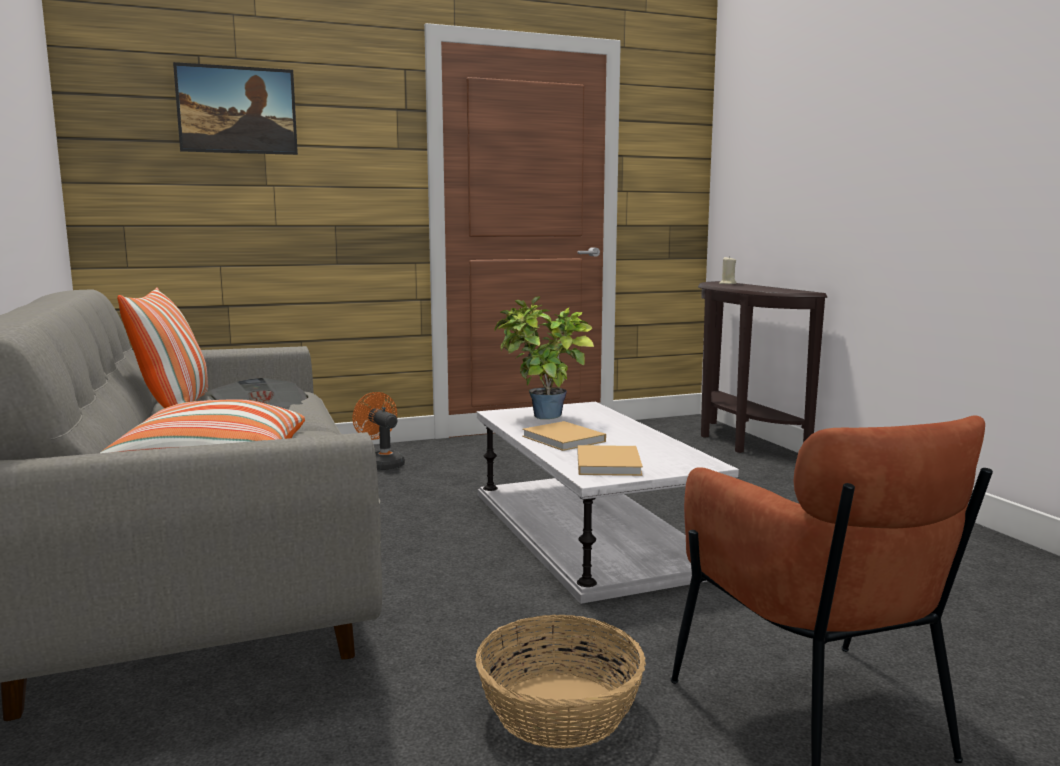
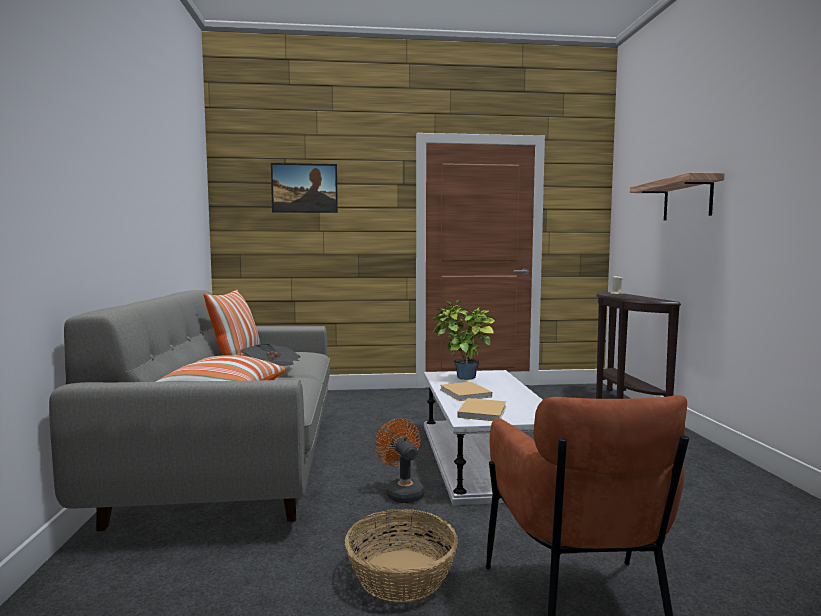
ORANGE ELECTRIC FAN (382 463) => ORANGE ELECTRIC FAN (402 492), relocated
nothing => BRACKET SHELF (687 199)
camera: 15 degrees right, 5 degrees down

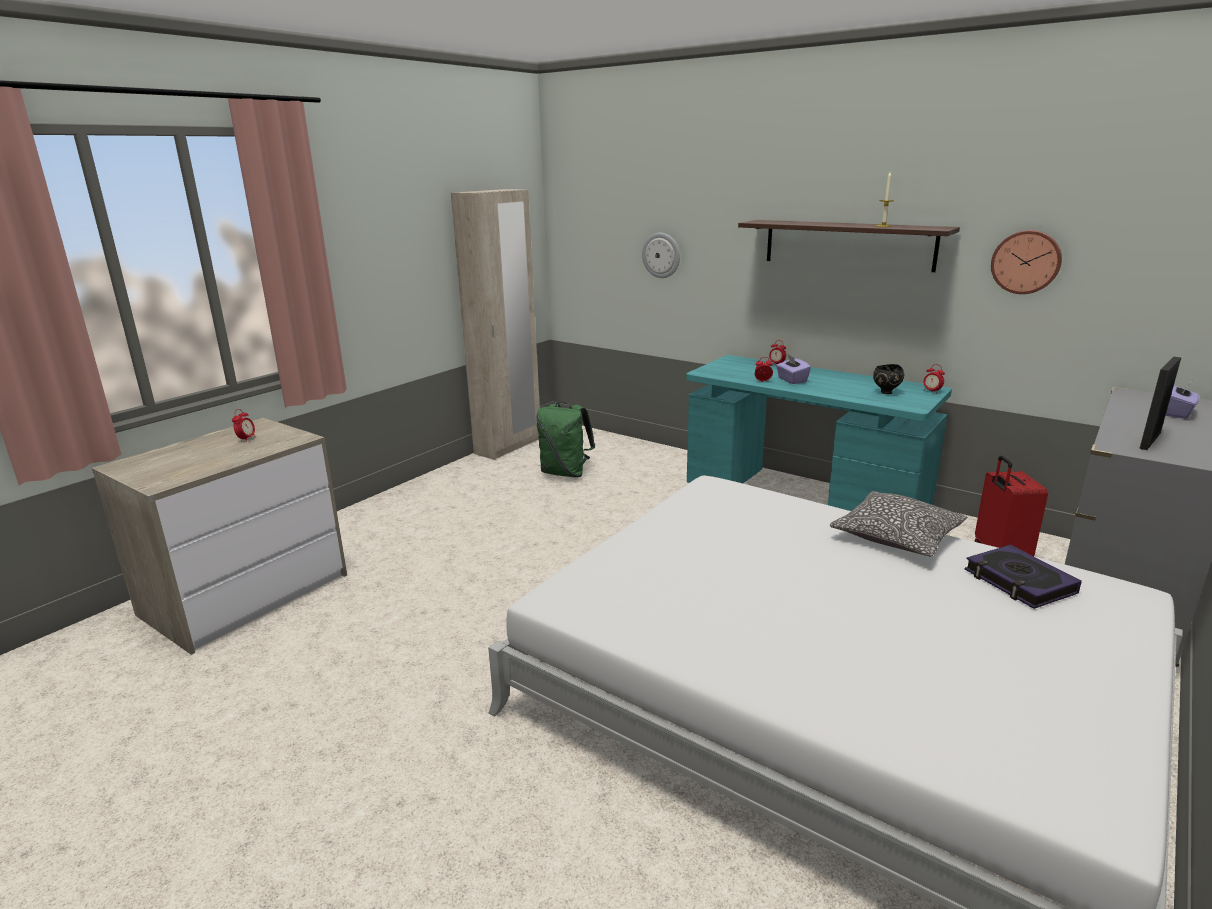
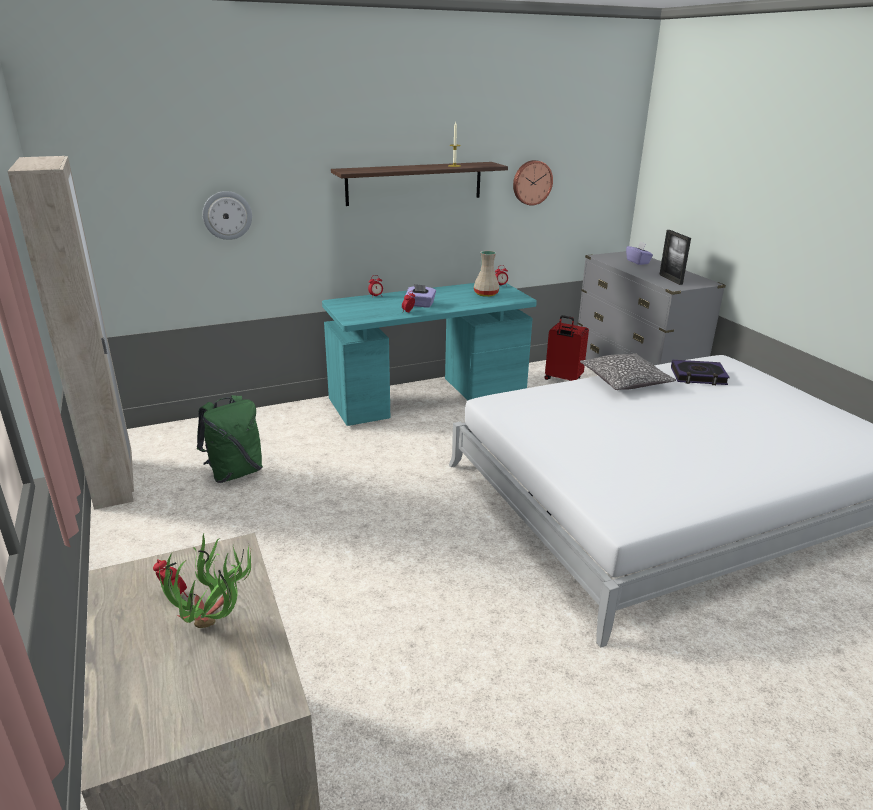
BLACKISH SERVING BOWL (886 392) => BEIGE-COLOURED FLOWER VASE (486 294)
nothing => PLANT IN A POT (215 629)
camera: 60 degrees left, 5 degrees up

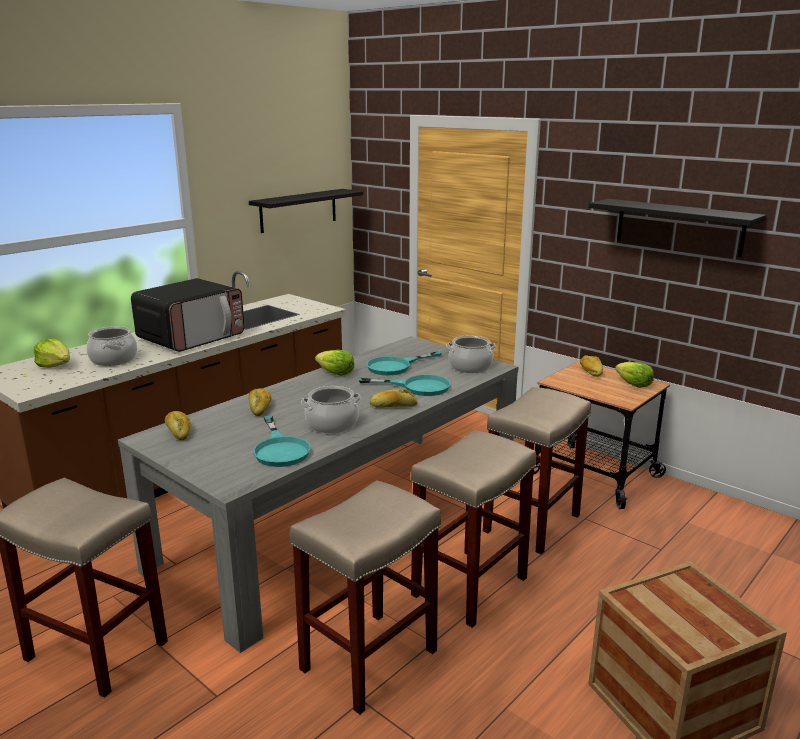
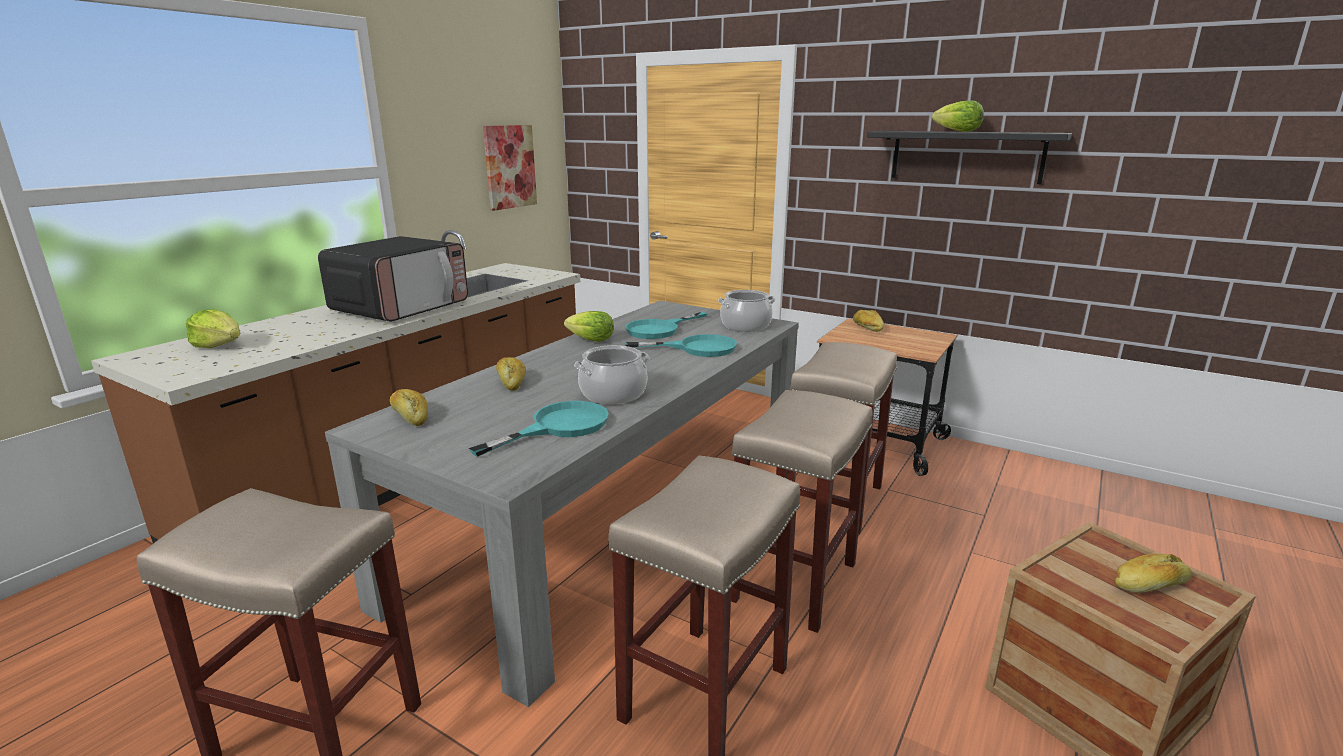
STOCKPOT (114 359) => nothing
BLACKISH BRACKET SHELF (298 210) => WALL ART (509 167)
TURQUOISE-COLOURED SKILLET (280 449) => TURQUOISE-COLOURED SKILLET (558 427), 105 degrees counterclockwise
BAKERY BREAD (393 406) => BAKERY BREAD (1150 585), relocated
HEAD OF LETTUCE (633 384) => HEAD OF LETTUCE (957 131), relocated
camera: 10 degrees left, 0 degrees up

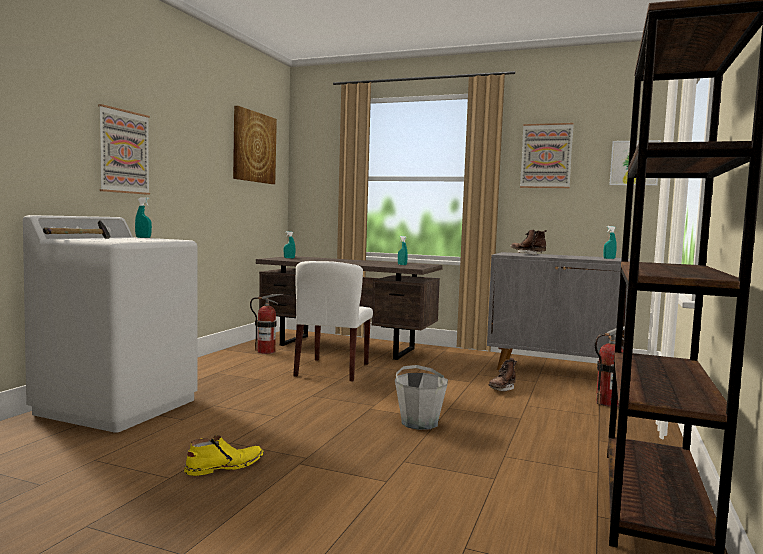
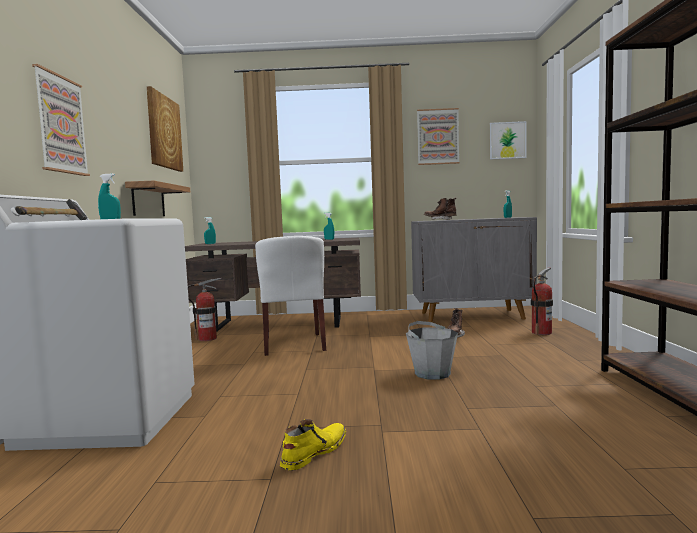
nothing => BRACKET SHELF (148 200)
camera: 20 degrees left, 0 degrees up

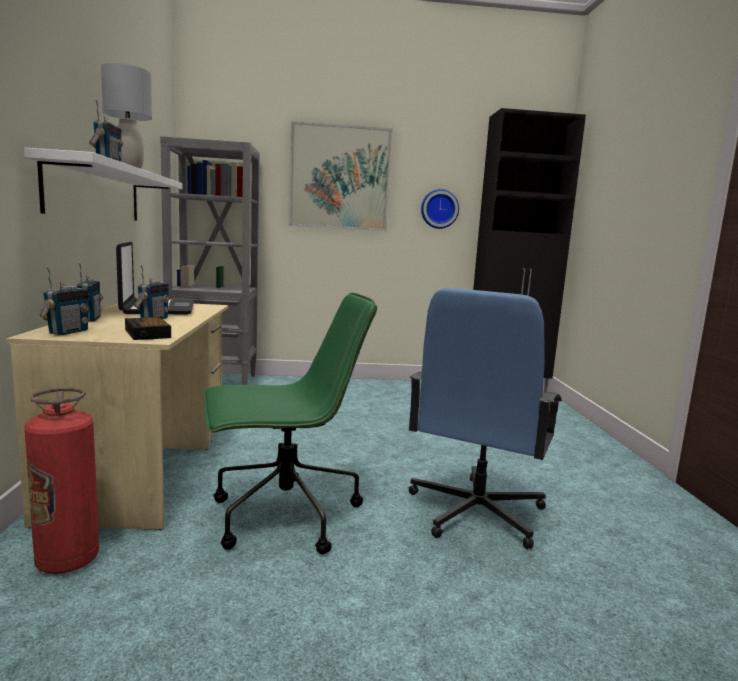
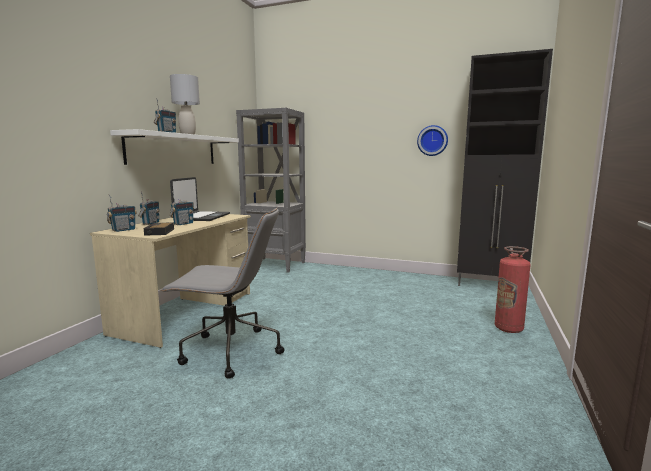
FIRE EXTINGUISHER (67 560) => FIRE EXTINGUISHER (508 328), relocated
GREENISH OFFICE CHAIR (283 516) => GREY OFFICE CHAIR (230 352)
WALL ART (339 178) => nothing
BLUE OFFICE CHAIR (475 512) => nothing
camera: 25 degrees right, 0 degrees up

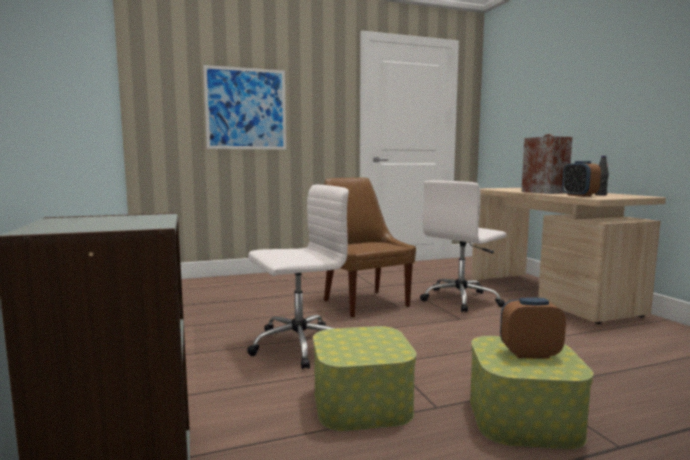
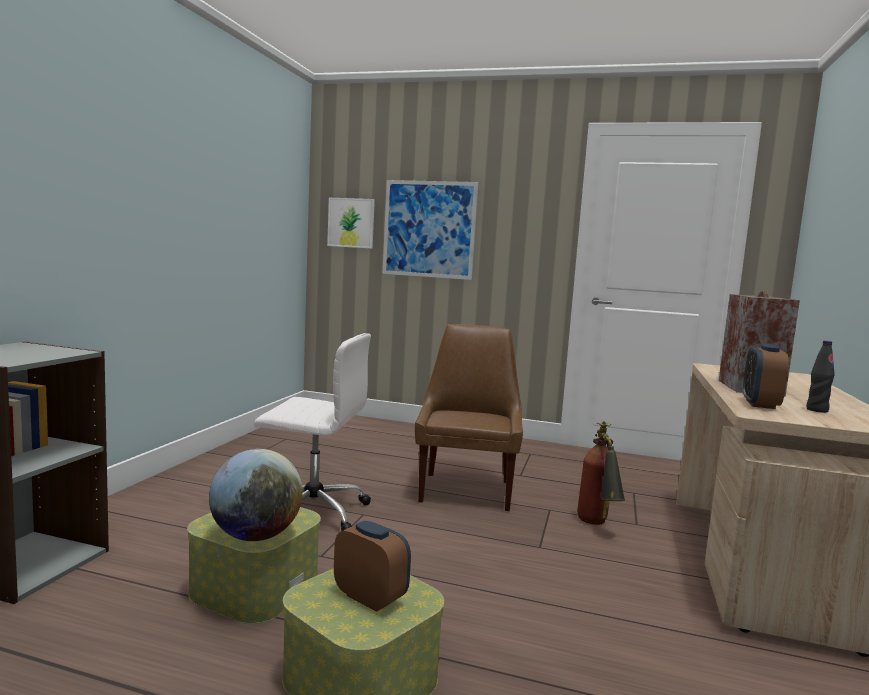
WHITE-COLOURED OFFICE CHAIR (461 299) => FIRE EXTINGUISHER (597 525)
nothing => DESK GLOBE (255 536)
nothing => WALL ART (351 223)
camera: 35 degrees right, 0 degrees up

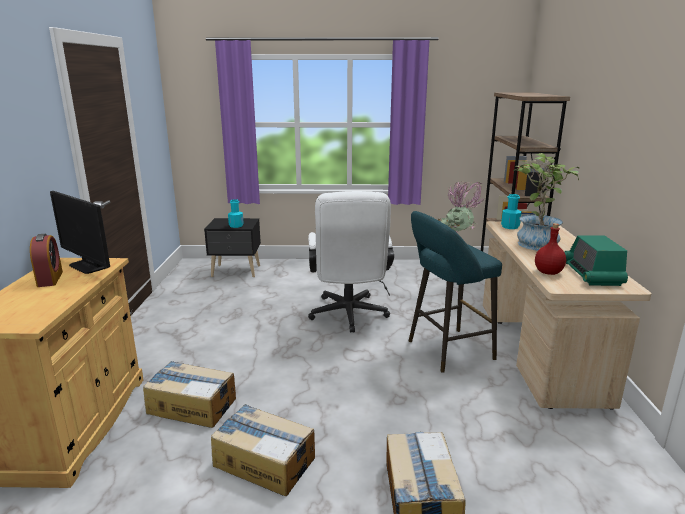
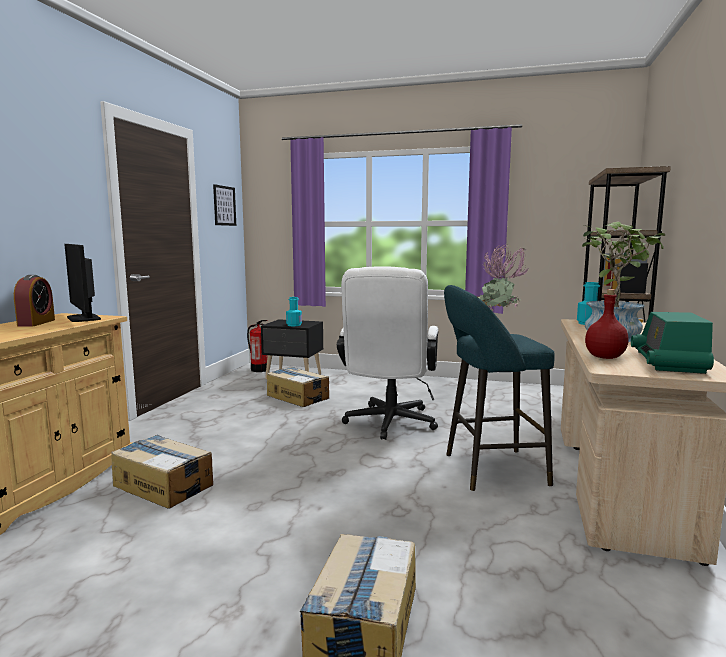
PACKING BOX (264 461) => PACKING BOX (298 396), relocated
nothing => WALL ART (224 205)
nothing => FIRE EXTINGUISHER (259 369)
camera: 15 degrees right, 10 degrees down

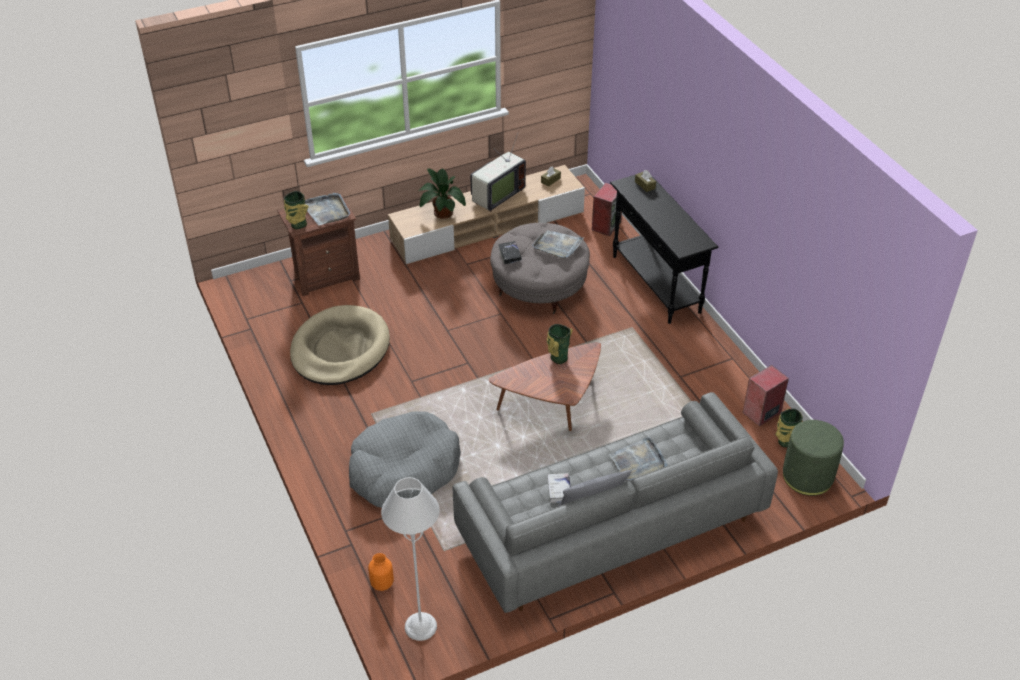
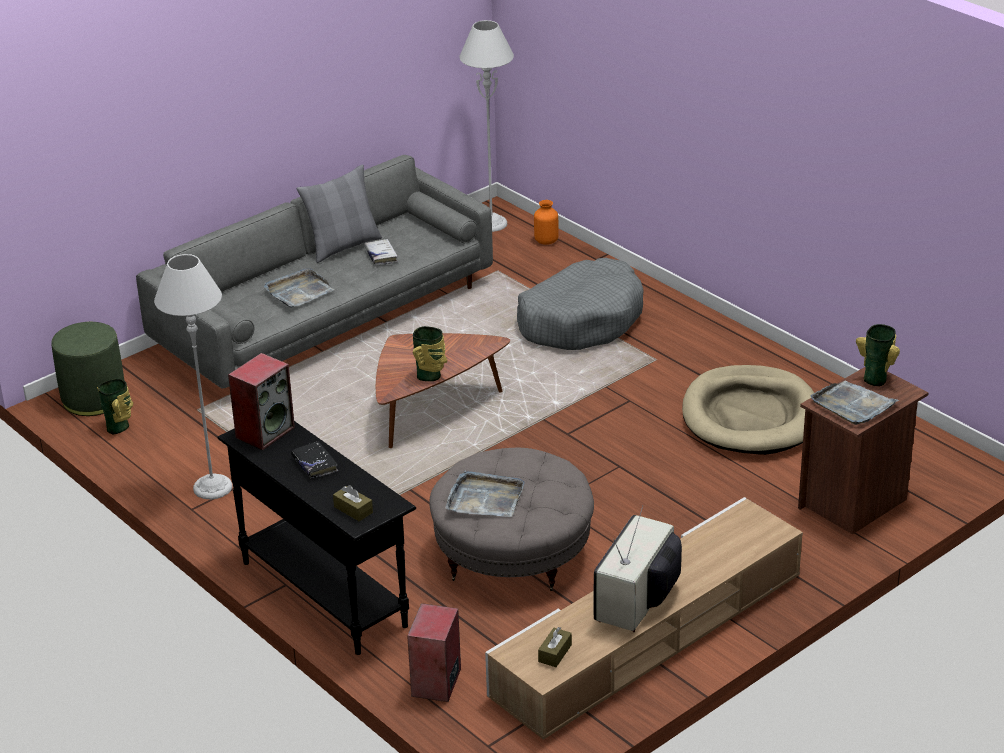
PLANT IN A POT (441 212) => nothing
BLACKISH BOUND BOOK (510 255) => BLACKISH BOUND BOOK (314 464), relocated
LOUDSPEAKER (761 413) => LOUDSPEAKER (265 432), relocated
nothing => GREY STANDARD LAMP (213 487)
camera: 165 degrees right, 10 degrees down

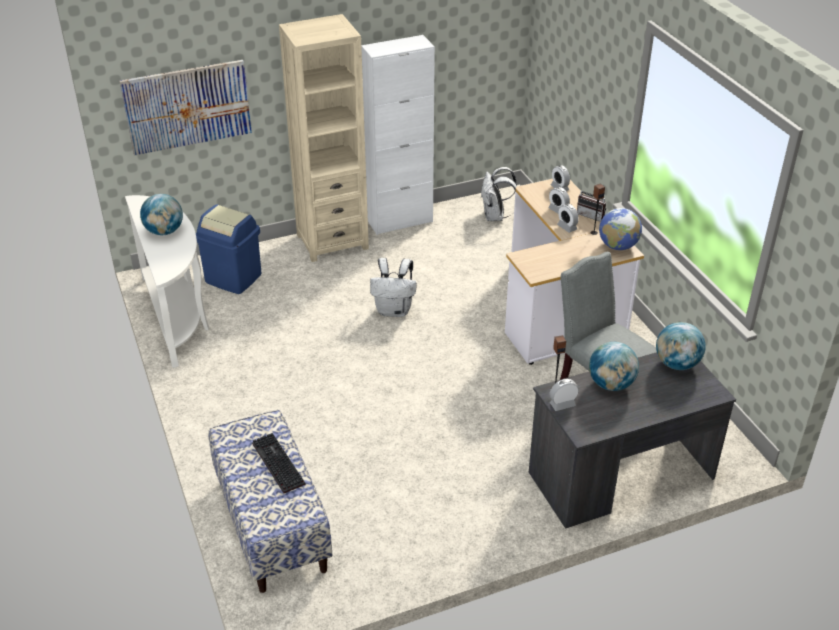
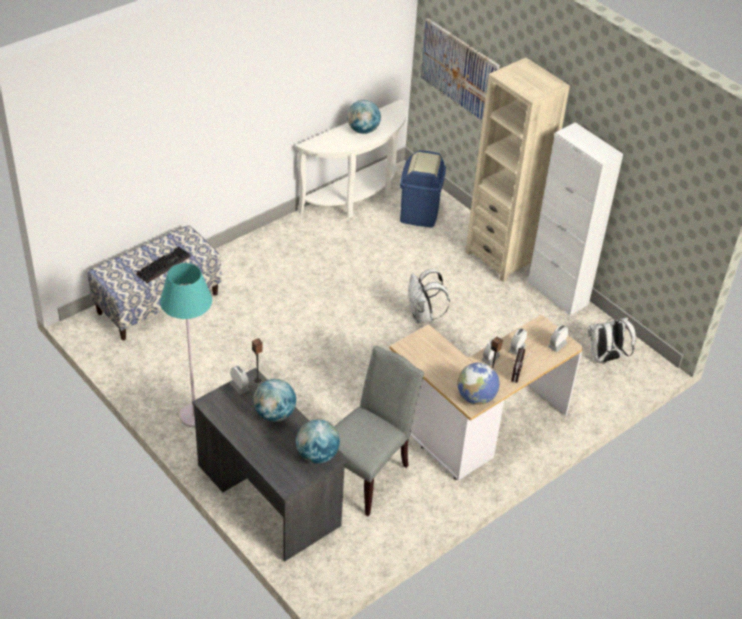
nothing => TURQUOISE-COLOURED STANDARD LAMP (194 416)
camera: 70 degrees right, 5 degrees up

